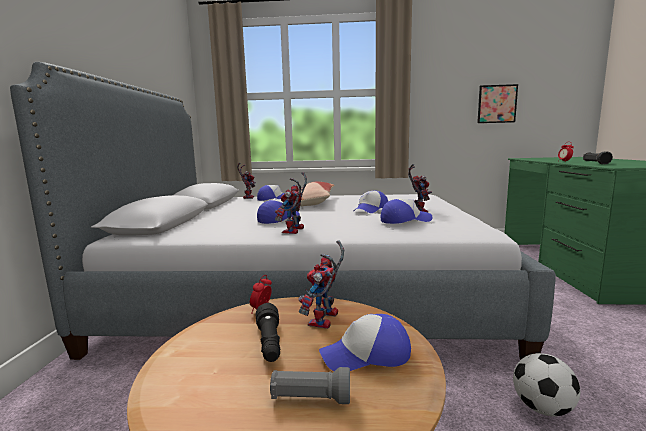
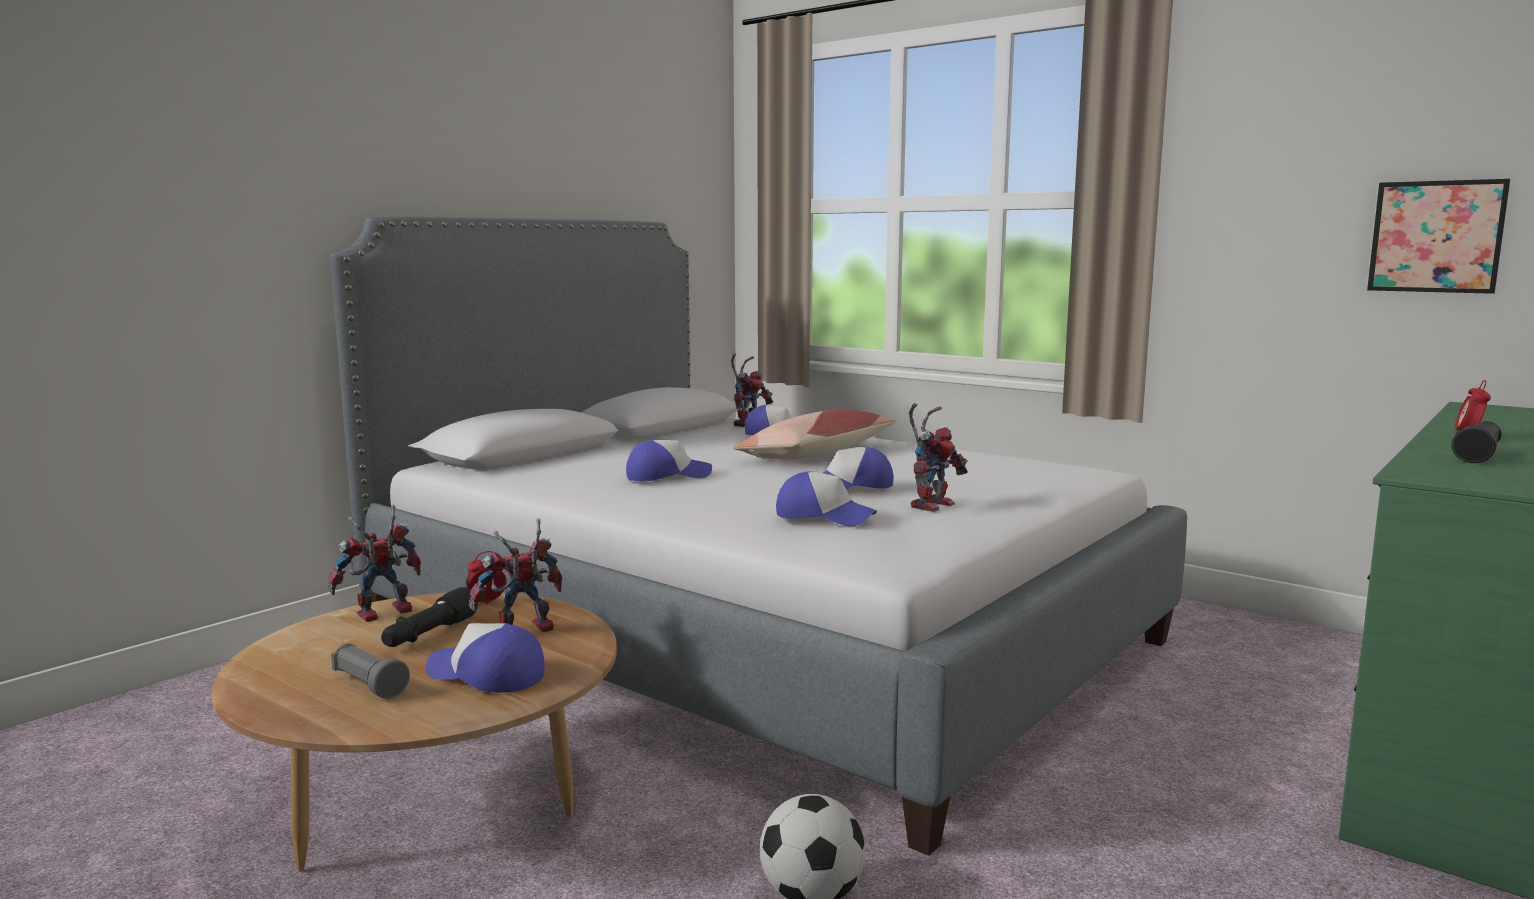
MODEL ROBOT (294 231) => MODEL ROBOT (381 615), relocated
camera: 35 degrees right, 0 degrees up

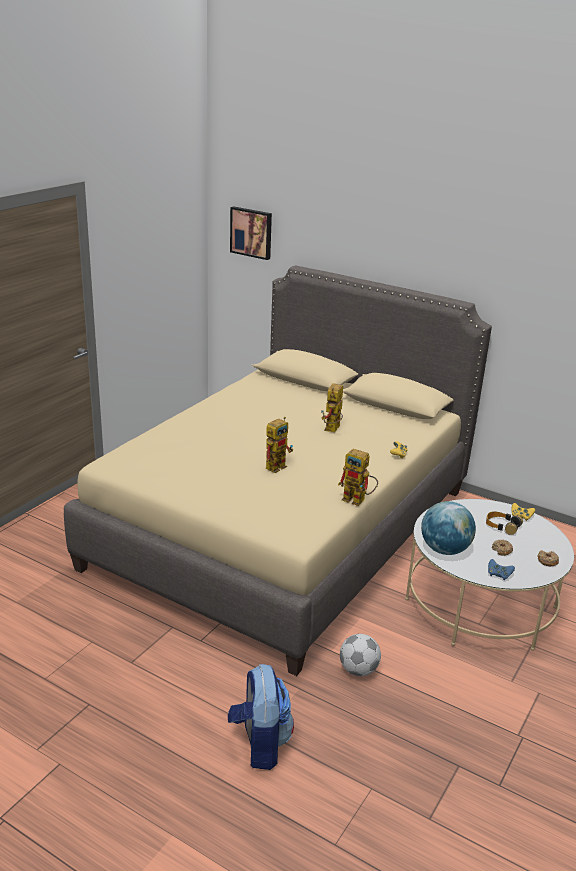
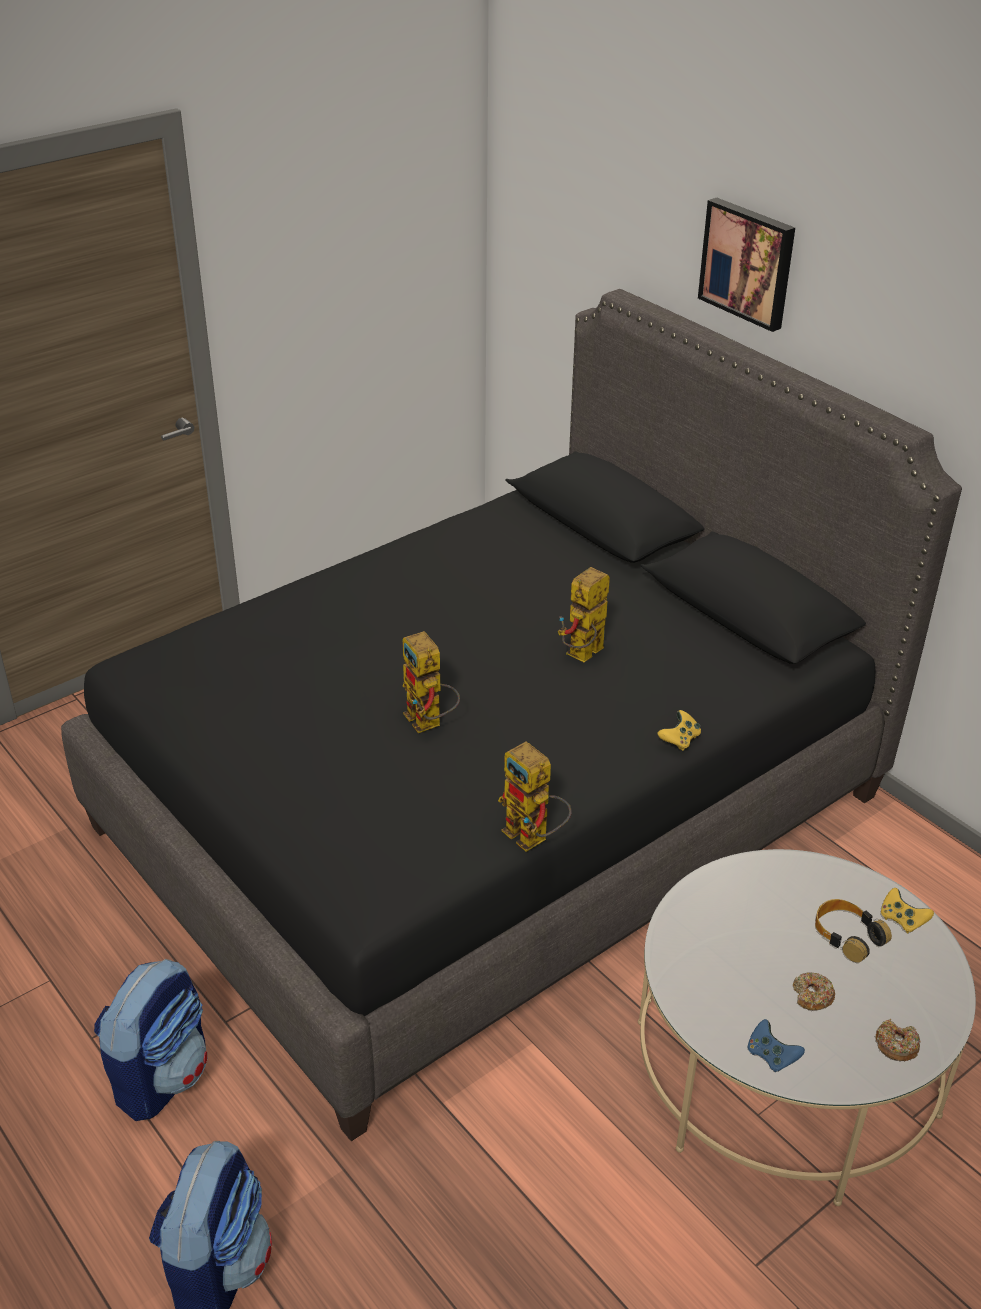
BEIGE-COLOURED BED (283 527) => BLACKISH BED (489 810)
WALL ART (252 232) => WALL ART (748 263), relocated
MODEL ROBOT (277 465) => MODEL ROBOT (429 723), 90 degrees clockwise
FOOTBALL BALL (358 670) => nothing
DESK GLOBE (445 550) => nothing
nothing => KNAPSACK (162 1076)
camera: 20 degrees right, 10 degrees up

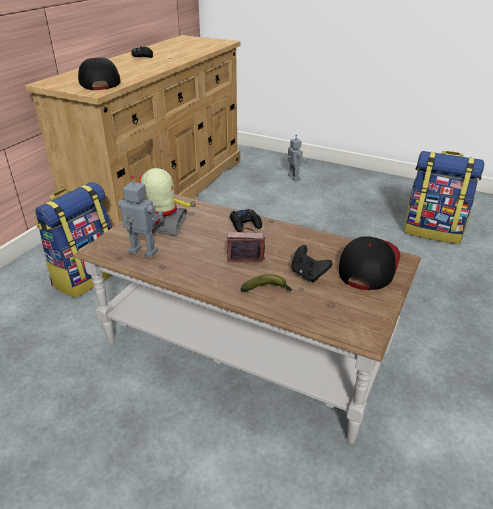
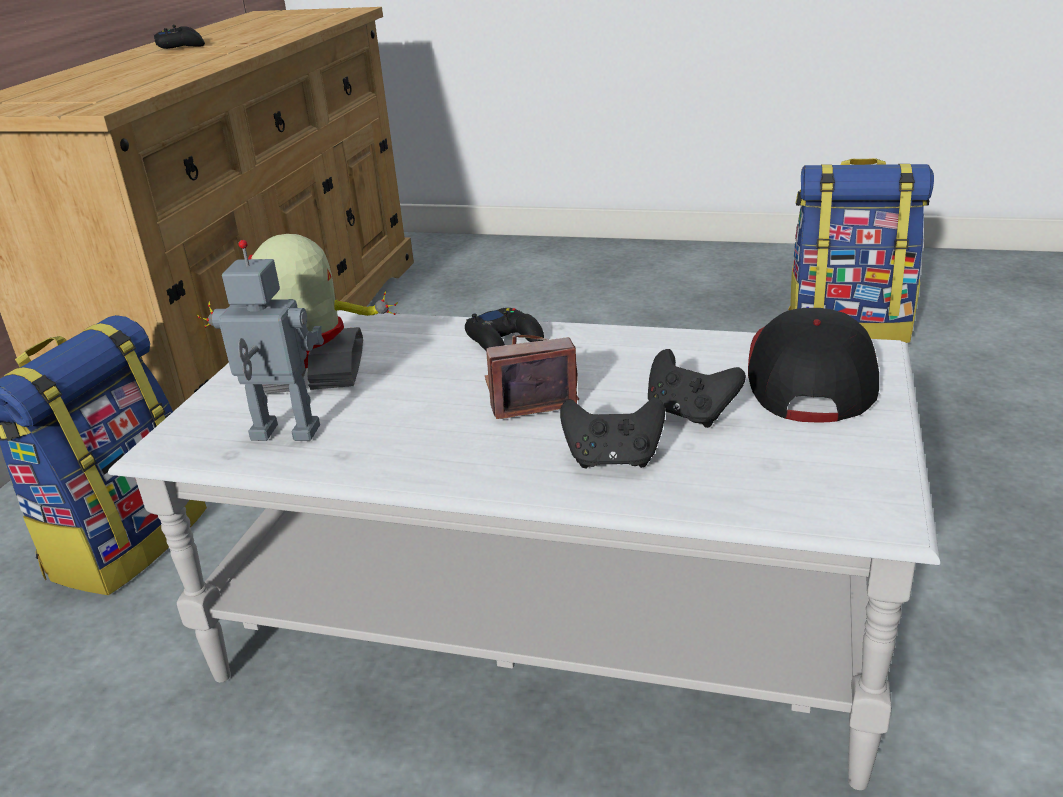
BROWNISH COFFEE TABLE (246 346) => WHITE-COLOURED COFFEE TABLE (547 624)
PEAKED CAP (99 81) => nothing
WHOLE BANANA (267 289) => BLACKISH JOYPAD (613 459)
MODEL ROBOT (292 177) => nothing
camera: 10 degrees left, 5 degrees down

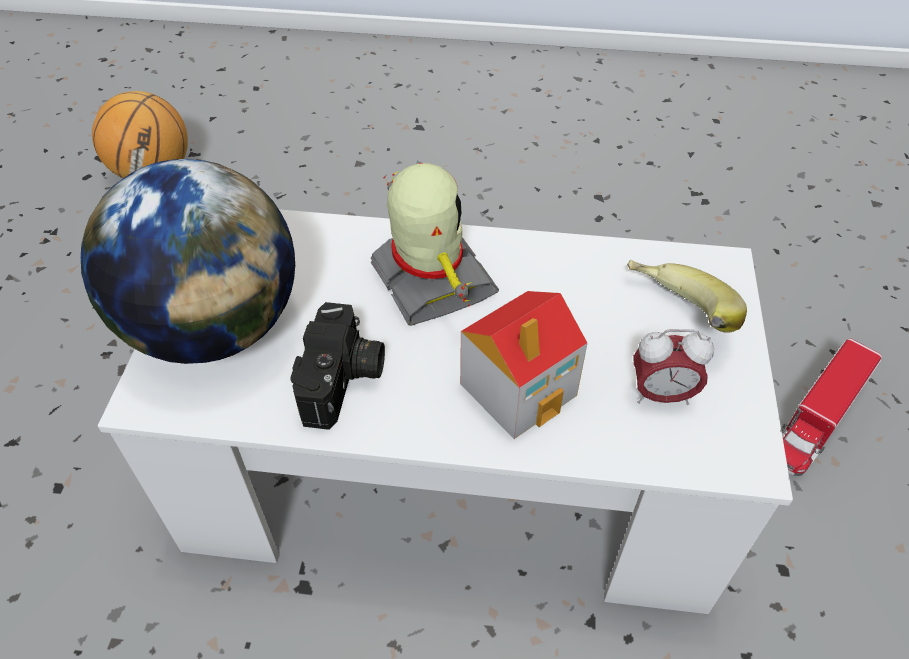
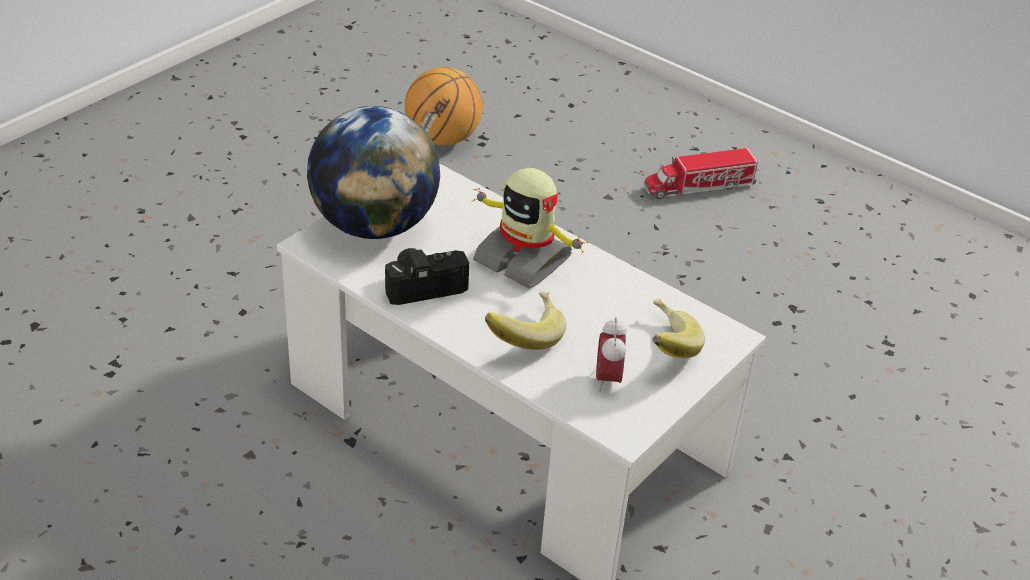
PHOTO CAMERA (344 381) => PHOTO CAMERA (424 285), 150 degrees counterclockwise
MODEL ROBOT (430 282) => MODEL ROBOT (524 258), 120 degrees clockwise
MODEL HOUSE (519 388) => WHOLE BANANA (523 335)
TABLE CLOCK (661 394) => TABLE CLOCK (608 379), 60 degrees clockwise
MODEL TRUCK (817 418) => MODEL TRUCK (699 186), relocated
camera: 30 degrees right, 10 degrees down

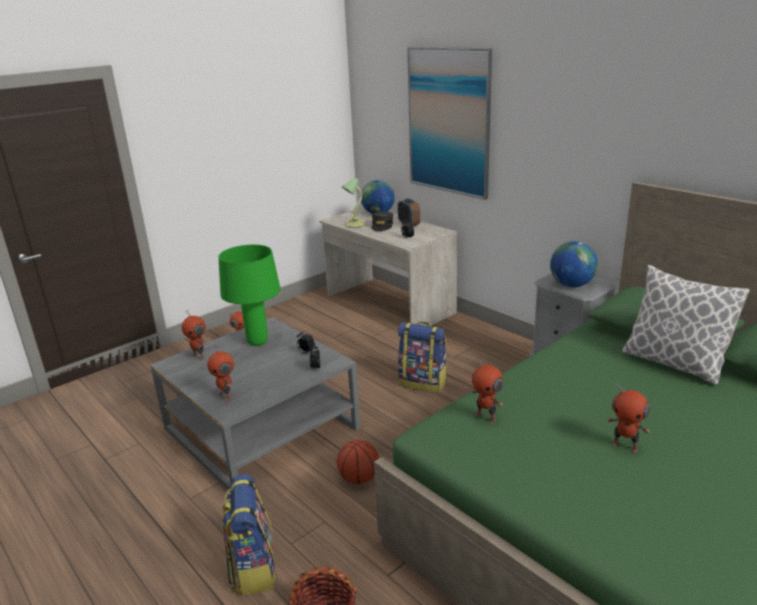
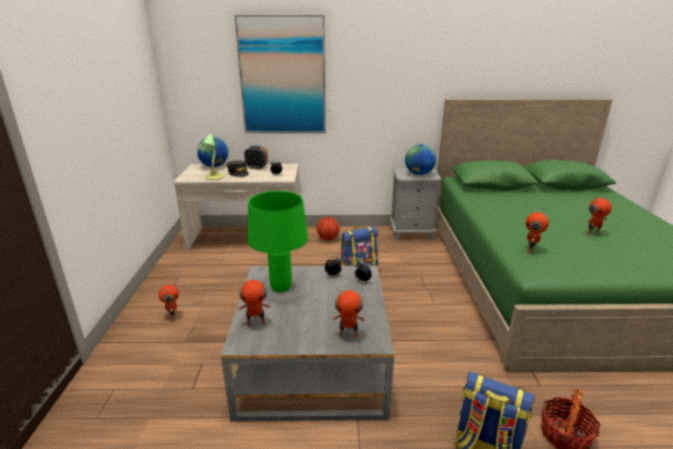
BASKETBALL BALL (359 479) => BASKETBALL BALL (328 238), relocated
MODEL ROBOT (486 417) => MODEL ROBOT (531 250), 120 degrees clockwise
CUSHION (673 363) => nothing
camera: 50 degrees left, 0 degrees up

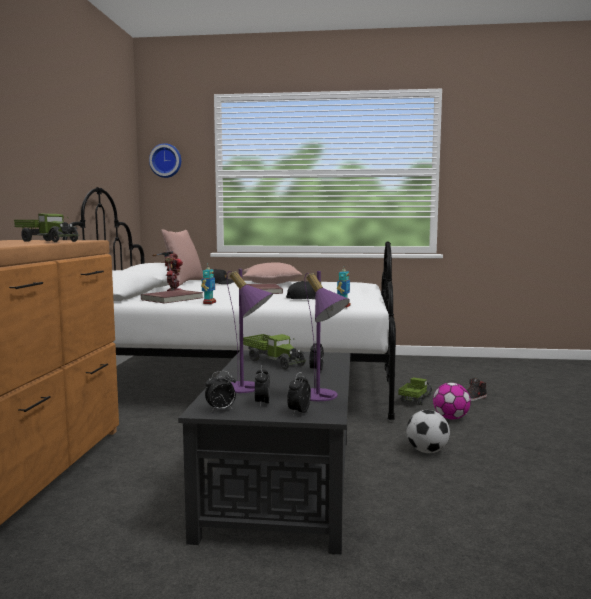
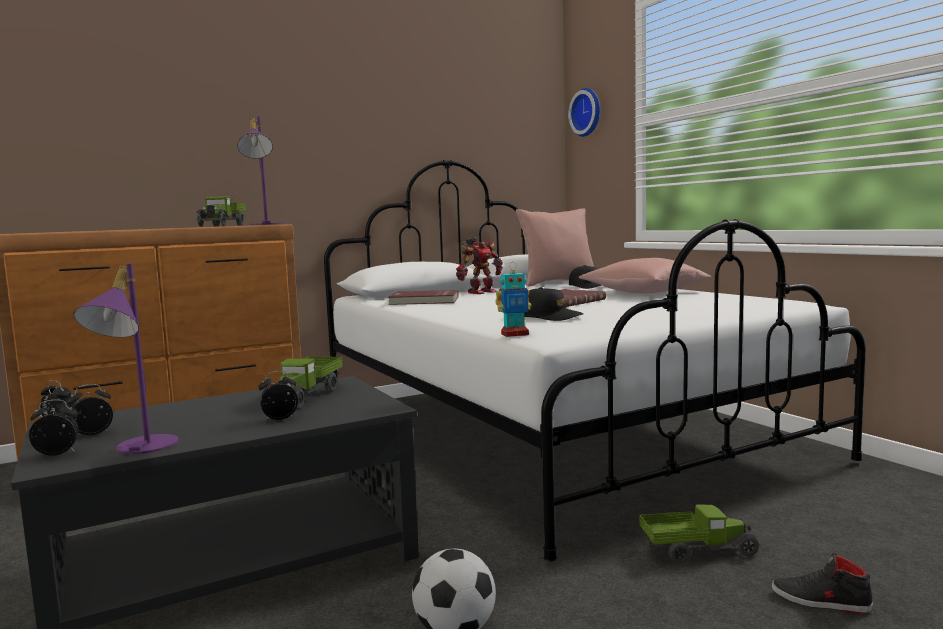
MODEL ROBOT (209 303) => nothing
PURPLE-COLOURED TABLETOP LAMP (247 388) => PURPLE-COLOURED TABLETOP LAMP (264 224), relocated
FOOTBALL BALL (450 418) => nothing
camera: 55 degrees right, 0 degrees up

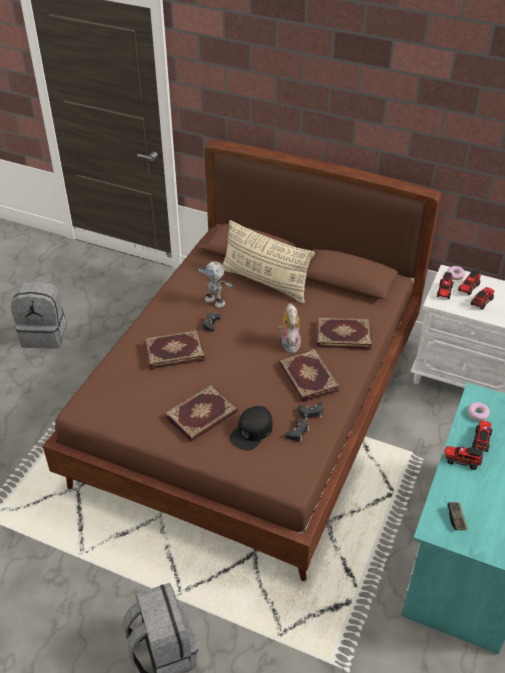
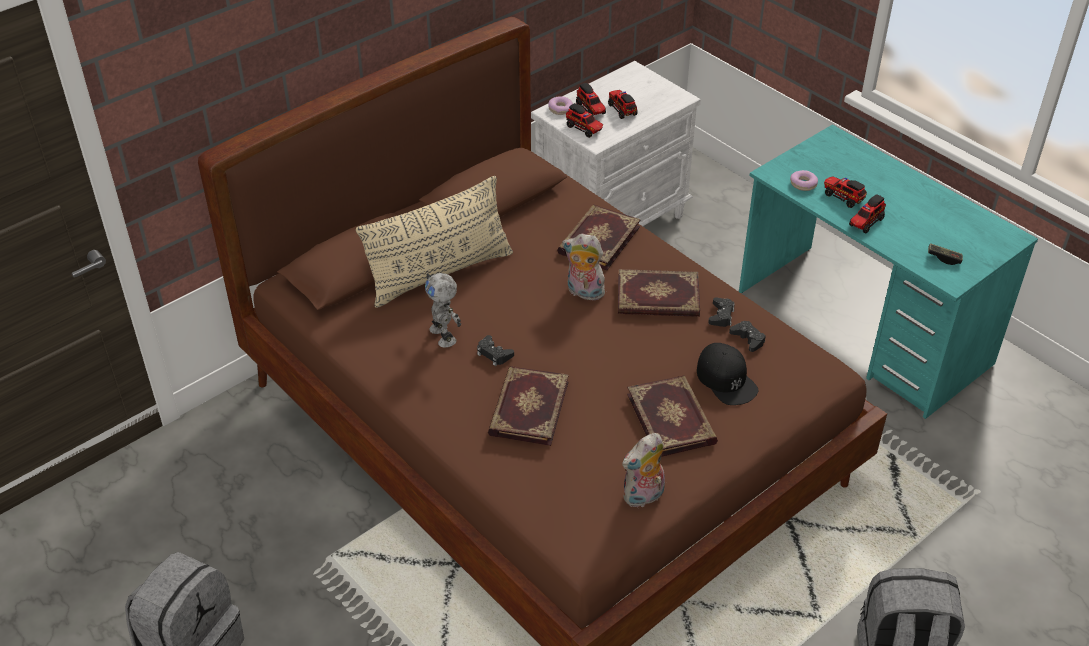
MODEL ROBOT (215 301) => MODEL ROBOT (444 335), 90 degrees clockwise
nothing => PLUSH TOY (643 497)
camera: 65 degrees left, 0 degrees up

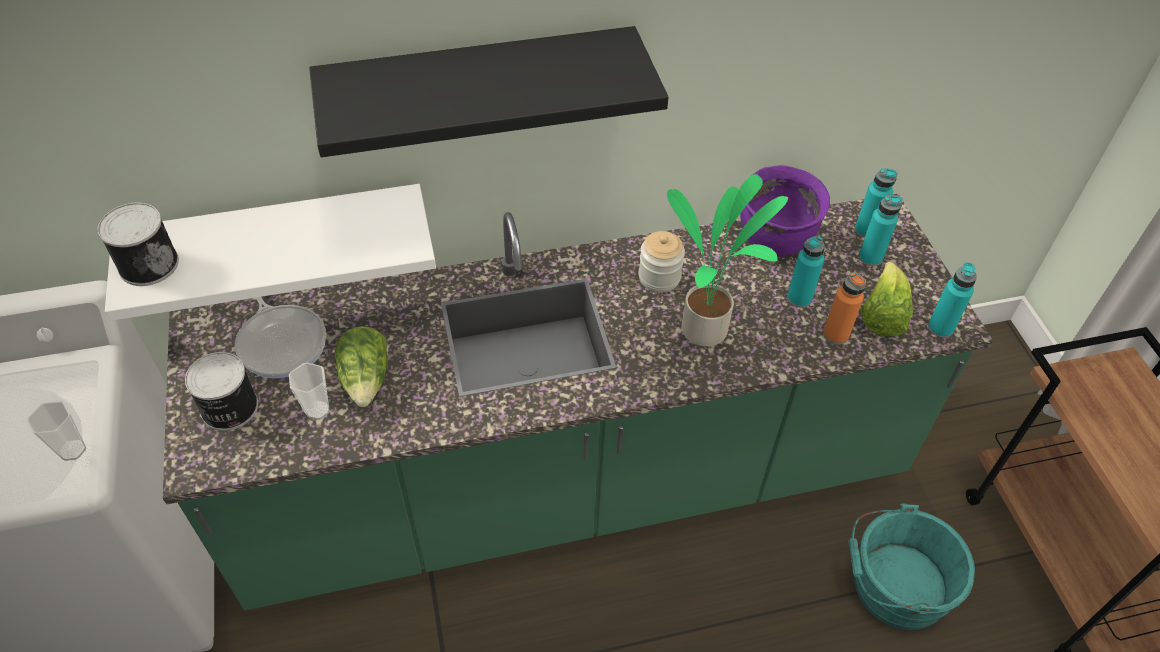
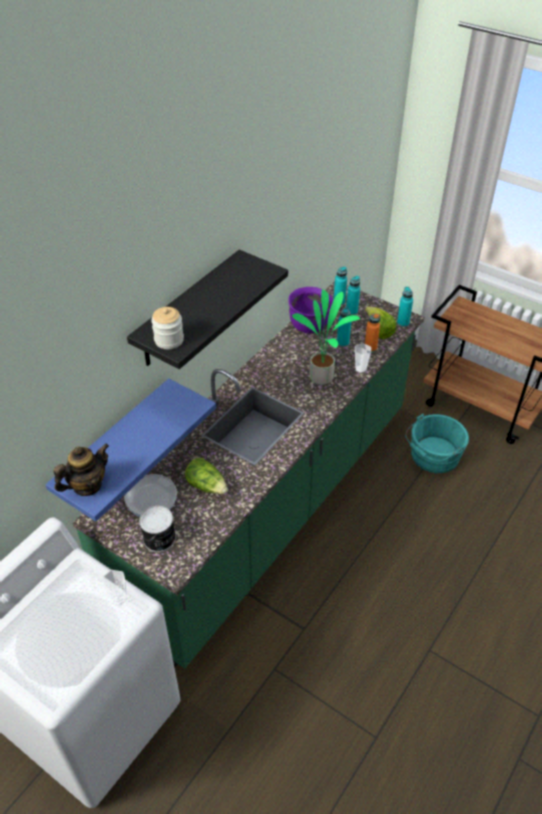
CAN (148 263) => TEAPOT (87 485)
WHITE-COLOURED BRACKET SHELF (279 235) => BLUE BRACKET SHELF (114 444)
CUP (318 410) => CUP (360 369), relocated
JAR (659 277) => JAR (169 340), relocated
camera: 40 degrees left, 5 degrees down

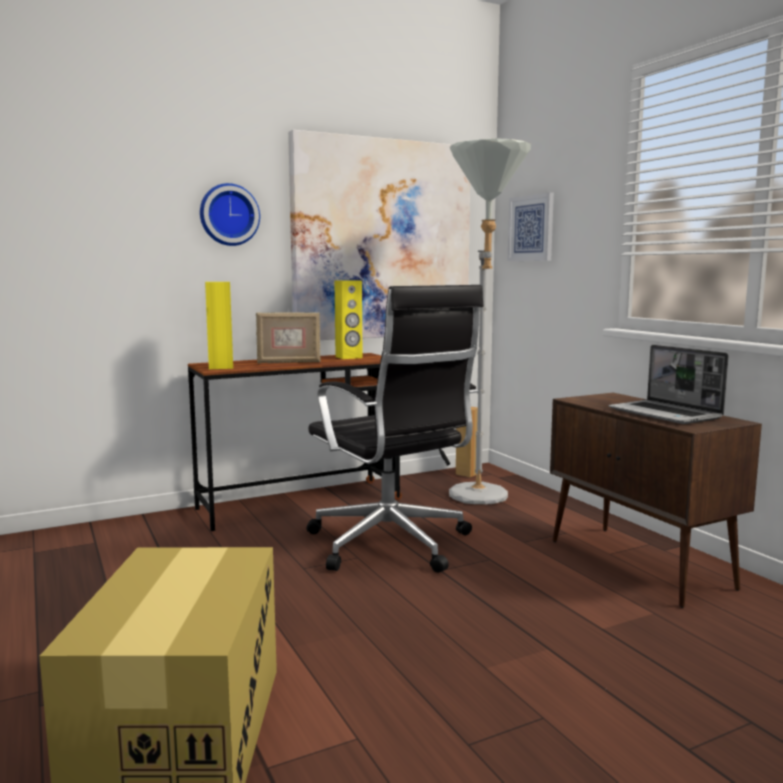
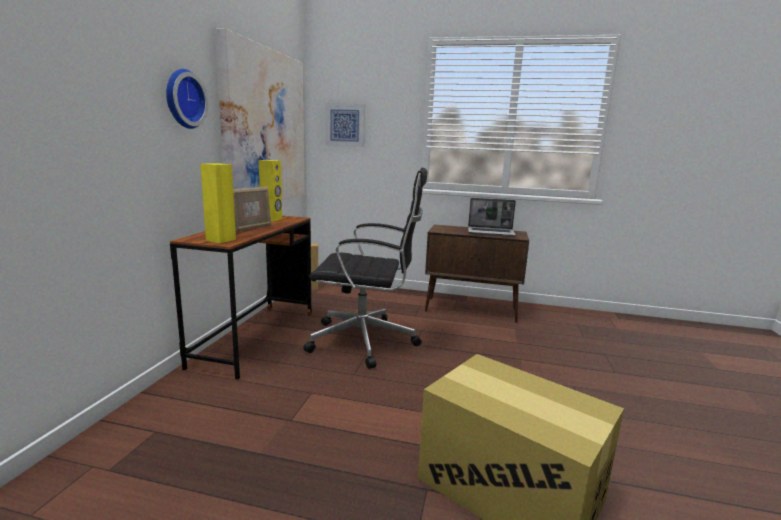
GREY STANDARD LAMP (481 500) => nothing
camera: 50 degrees left, 5 degrees up

